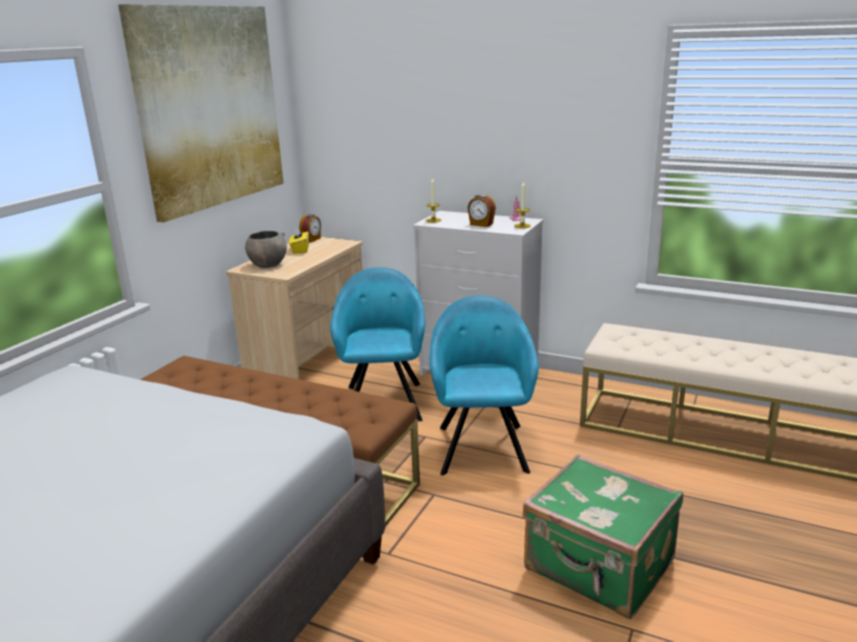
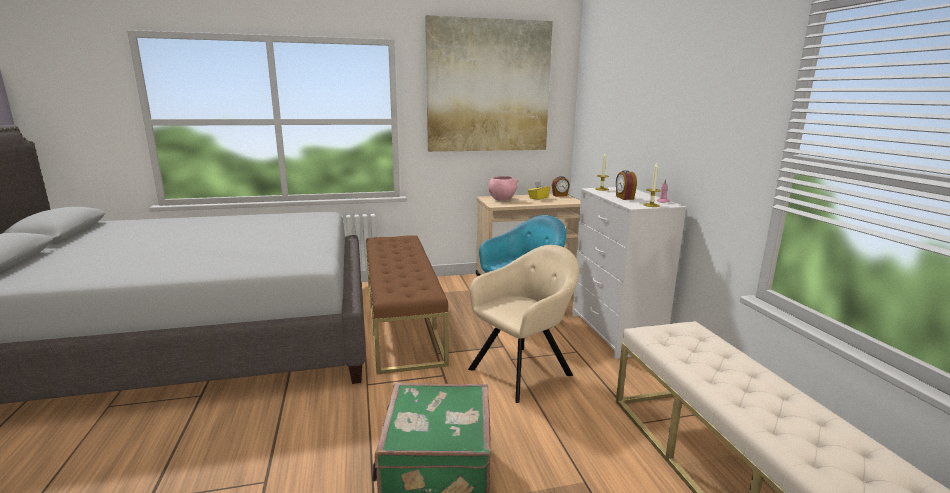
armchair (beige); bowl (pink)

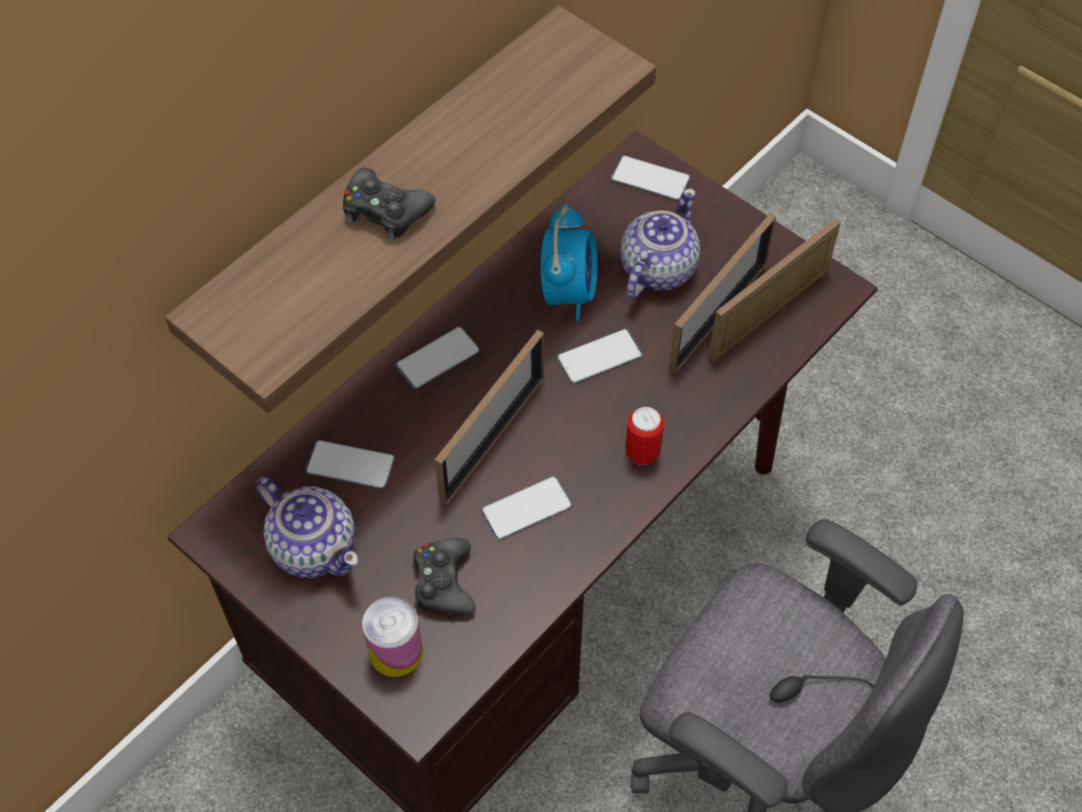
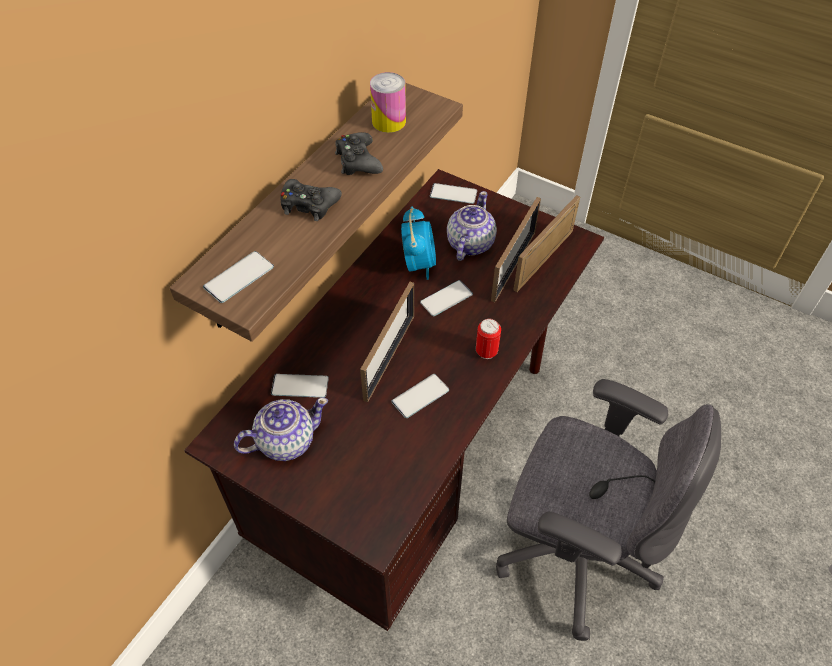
phone (1st from left); teapot (1st from left); game controller (black) (2nd from left); can (1st from left)

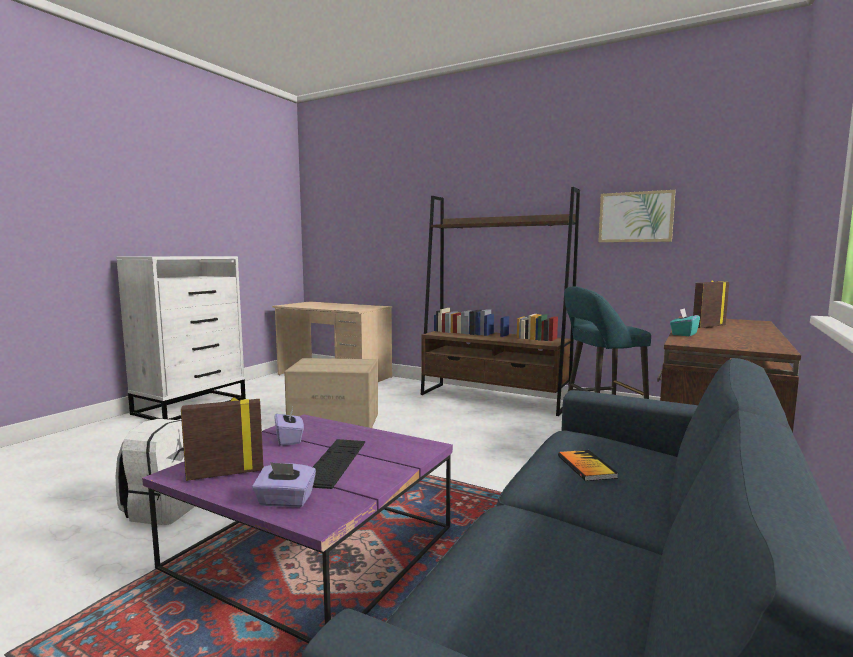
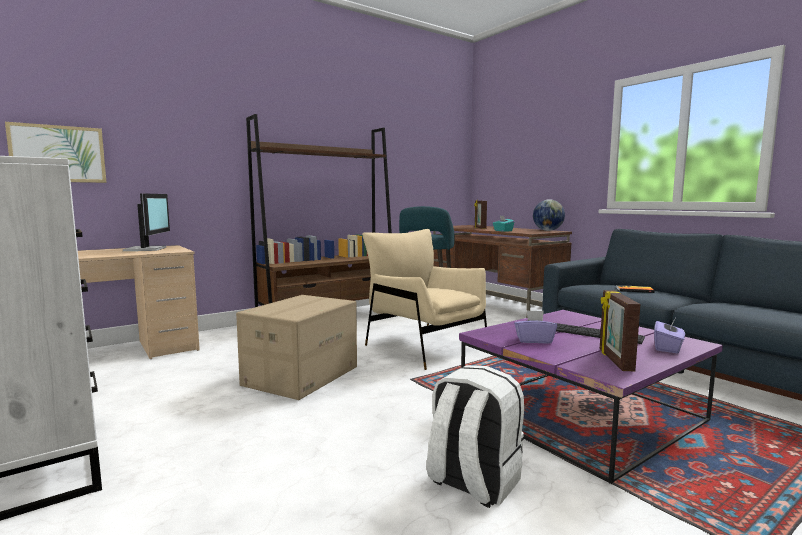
picture; monitor; armchair (beige); globe

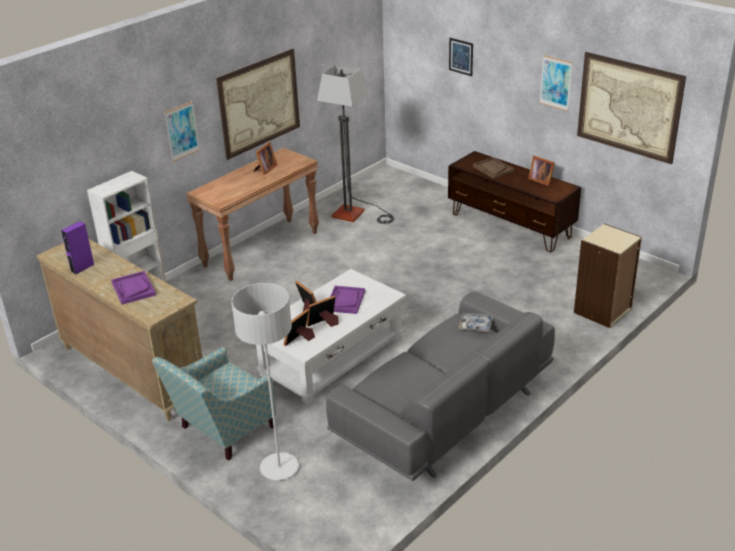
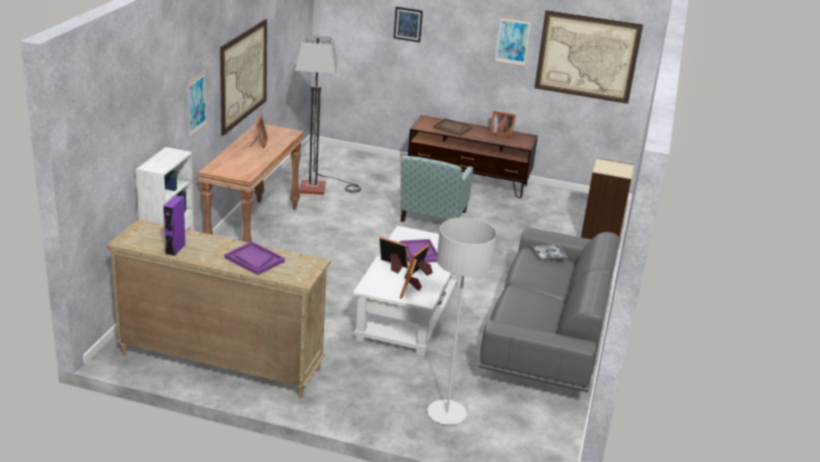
armchair

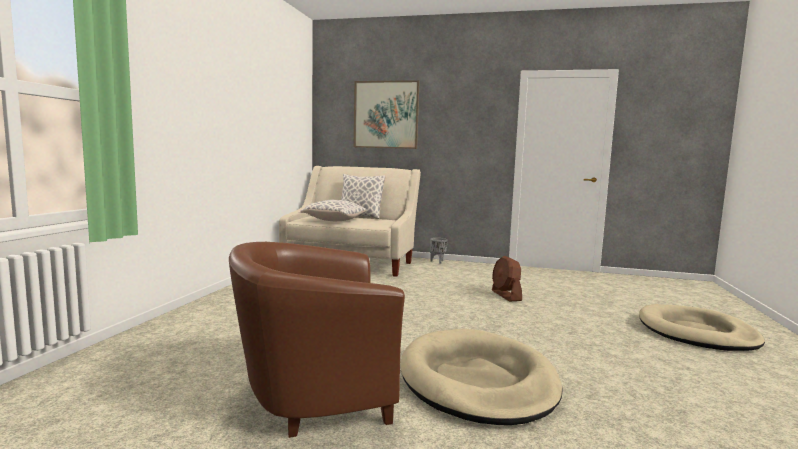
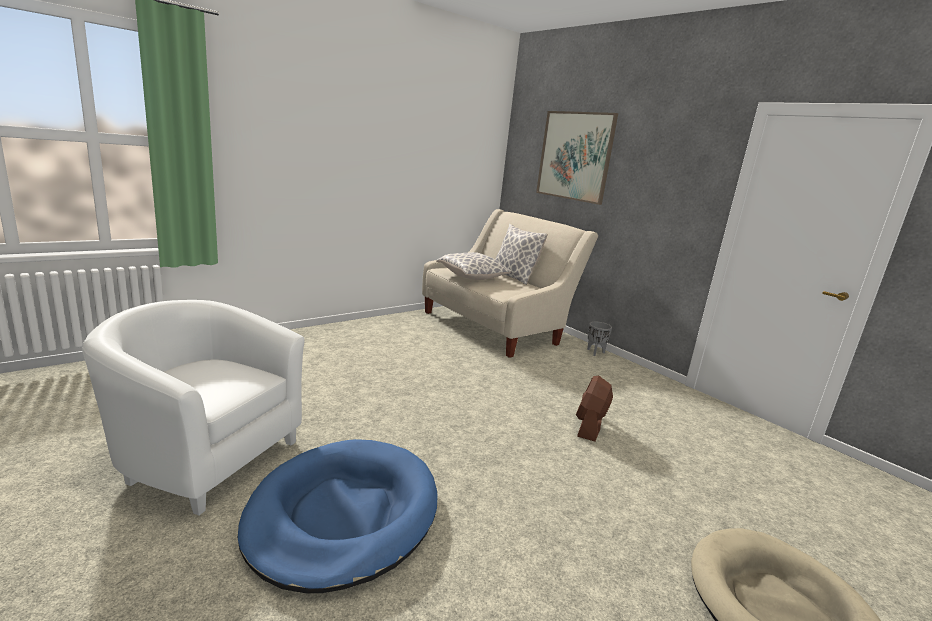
armchair (white); dog bed (blue)

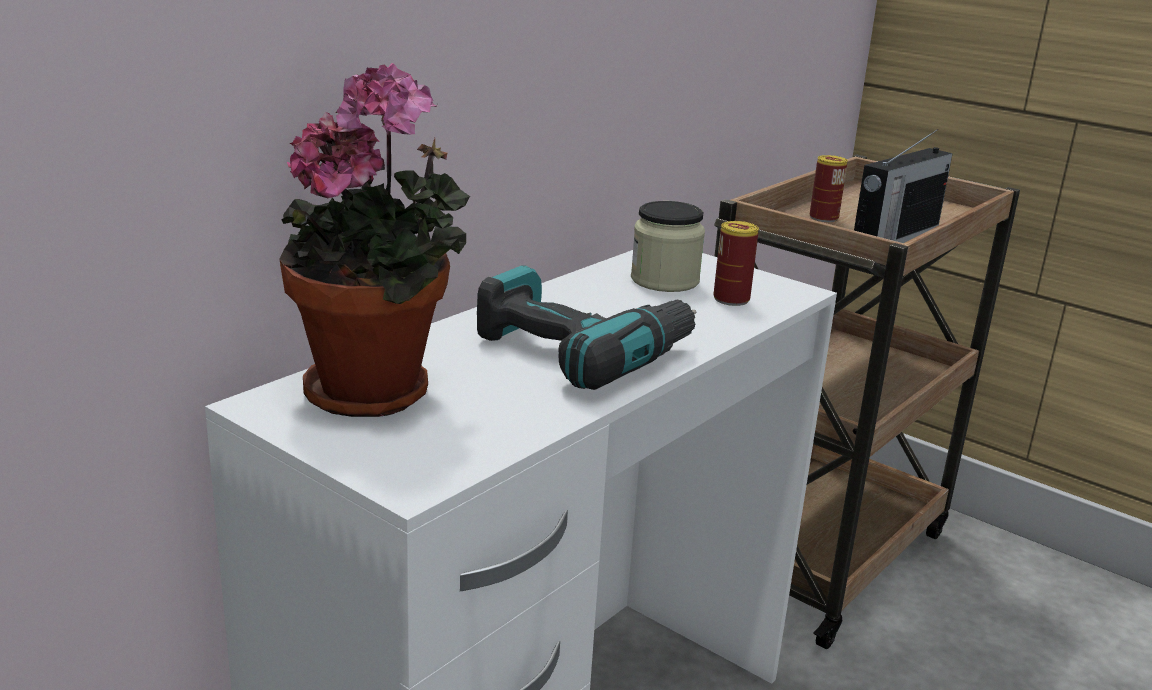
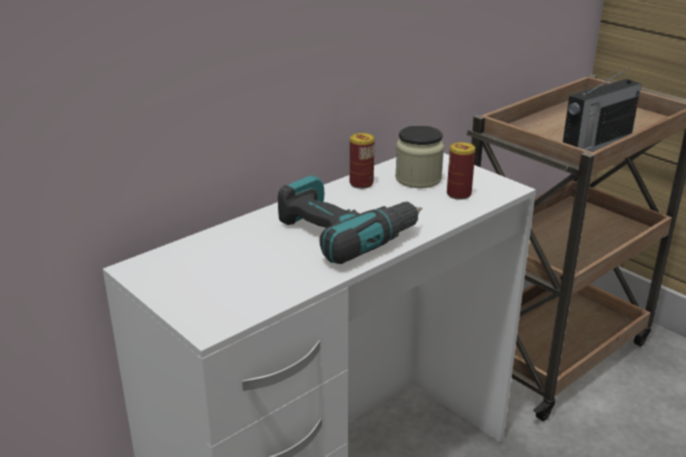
can (1st from left); potted plant

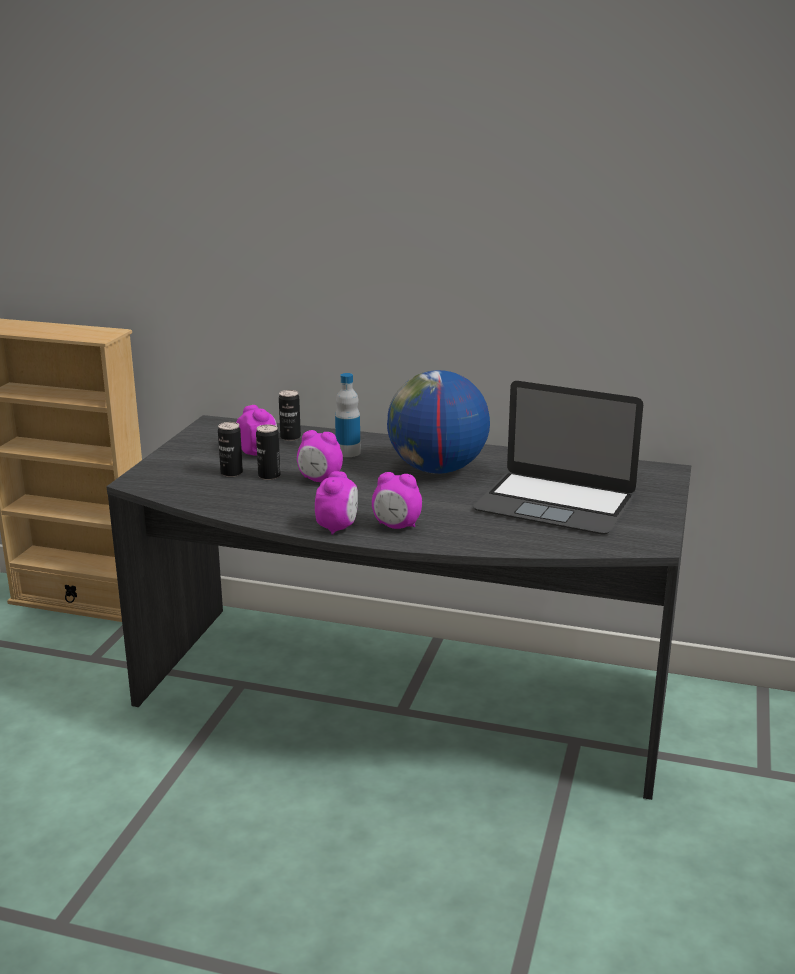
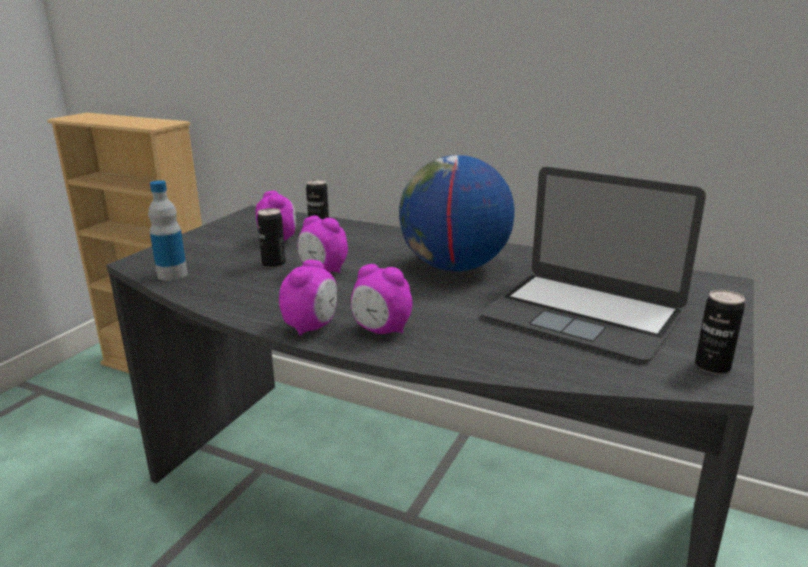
bottle; can (3rd from left)

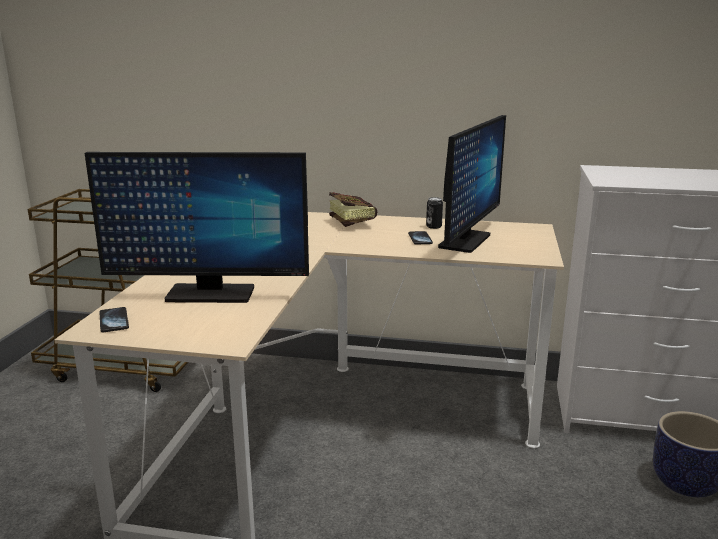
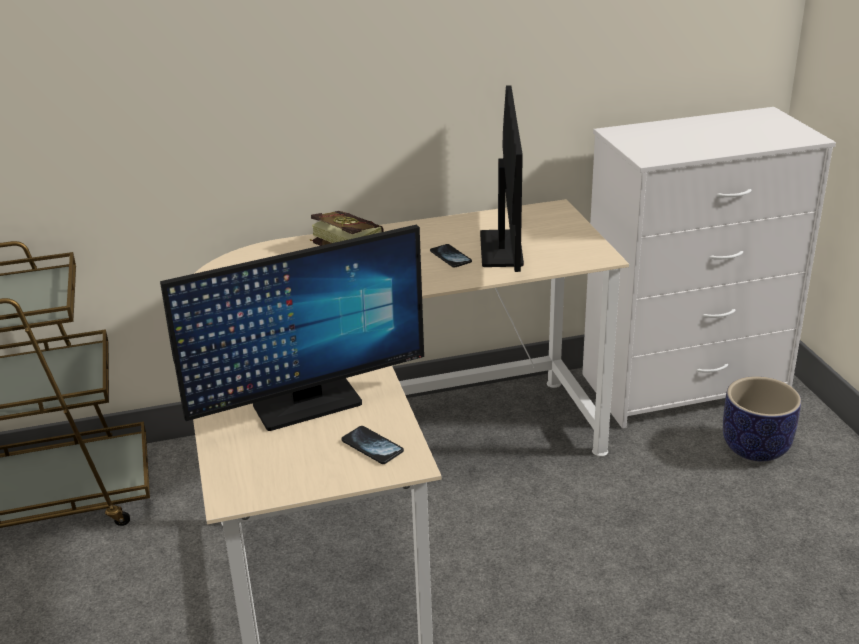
phone (1st from left); can

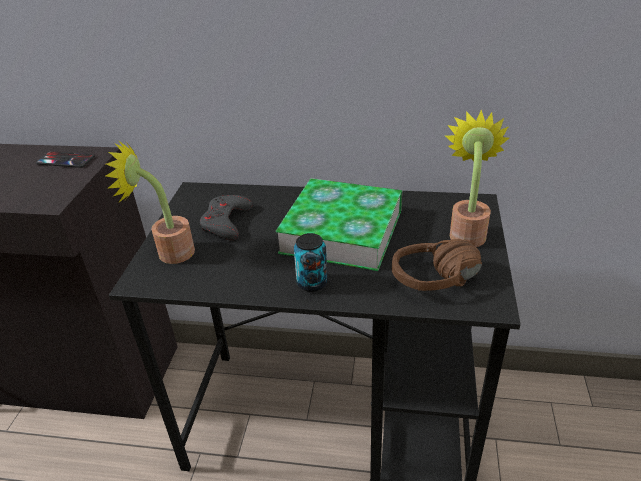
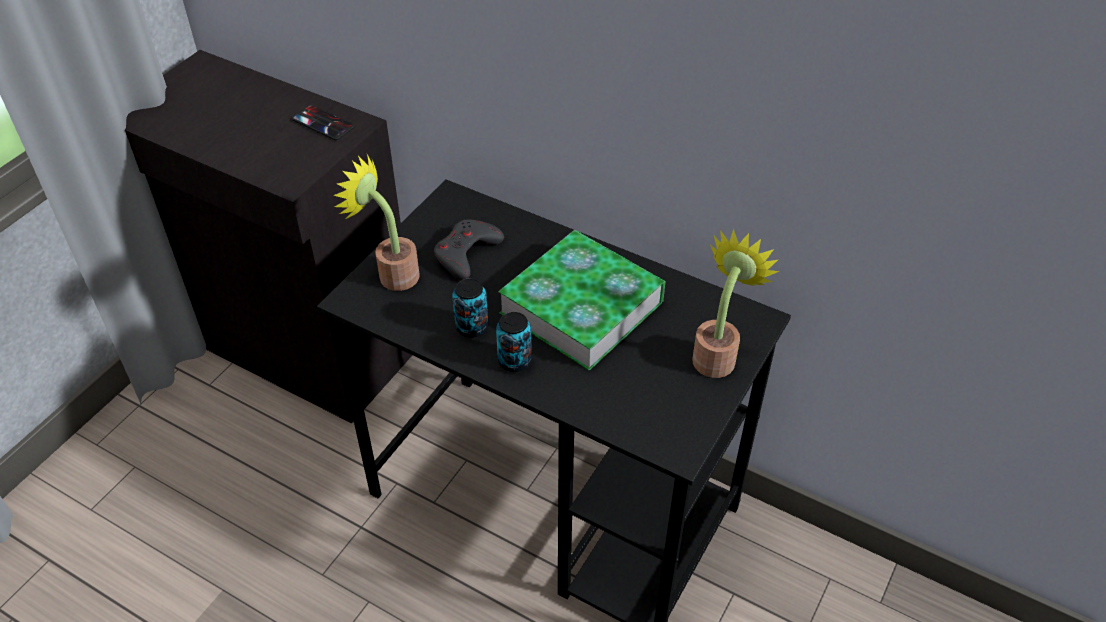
can (1st from left); headphones (brown)

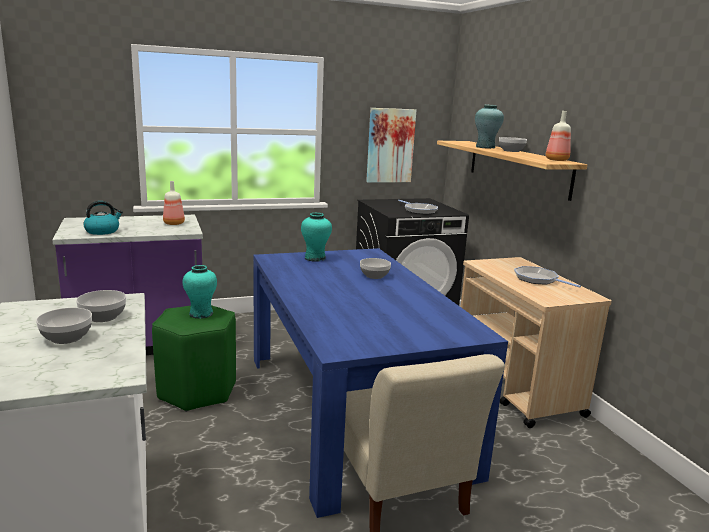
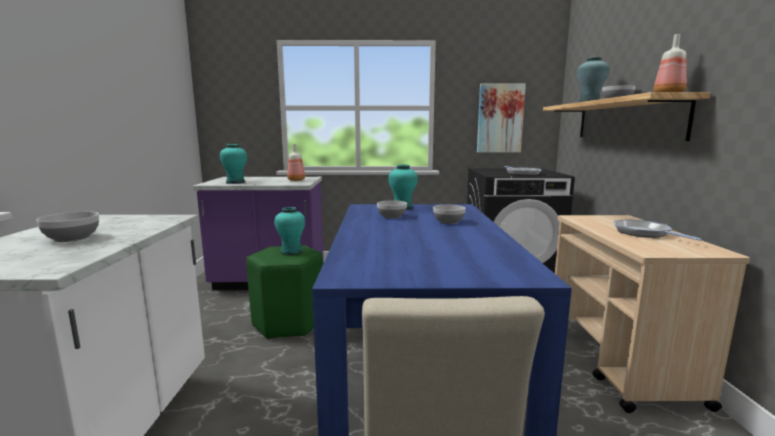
vase (turquoise) (1st from left); bowl (2nd from left)

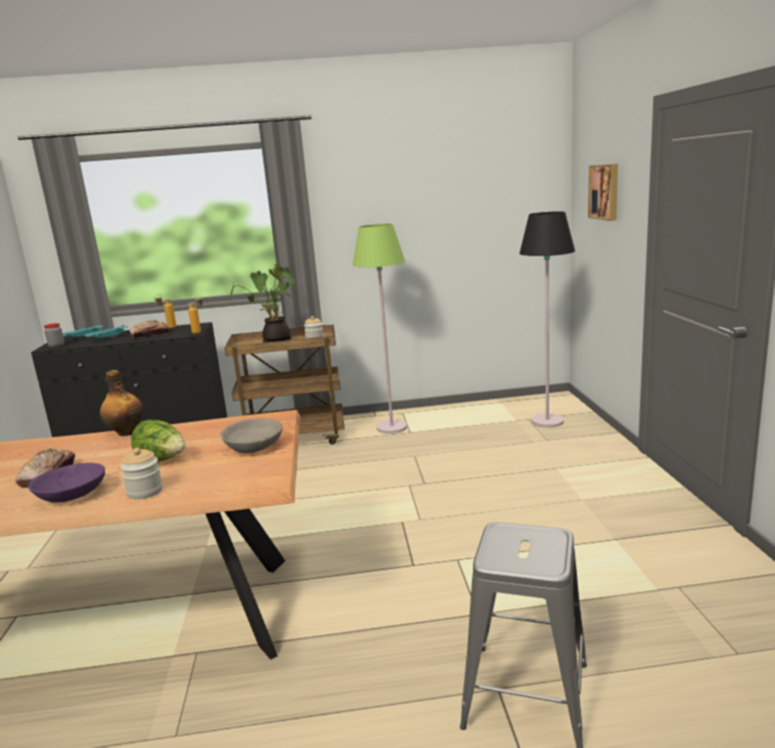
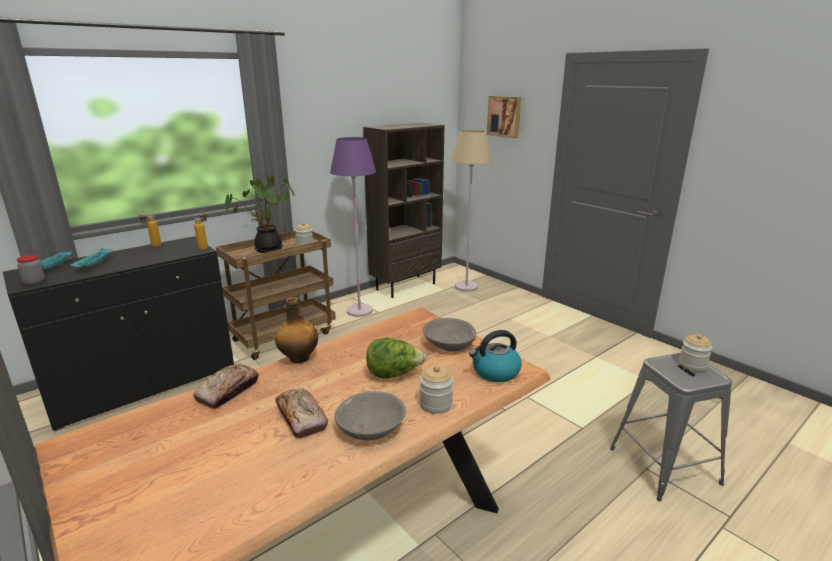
bread (1st from left); floor lamp (purple); bowl (grey) (1st from left); bookcase (brown); floor lamp (beige); kettle; jar (4th from left)

